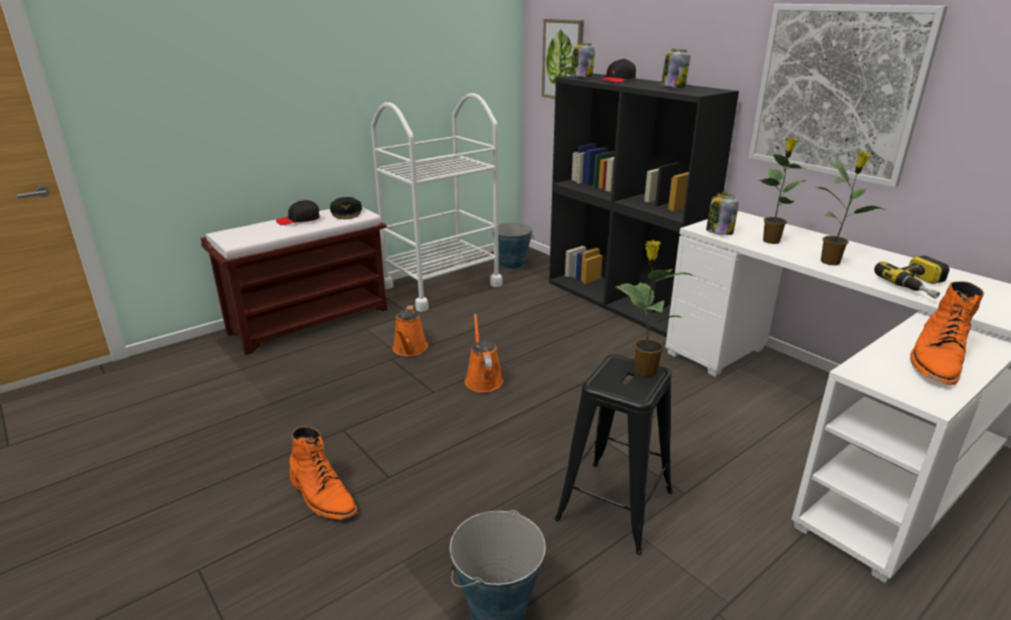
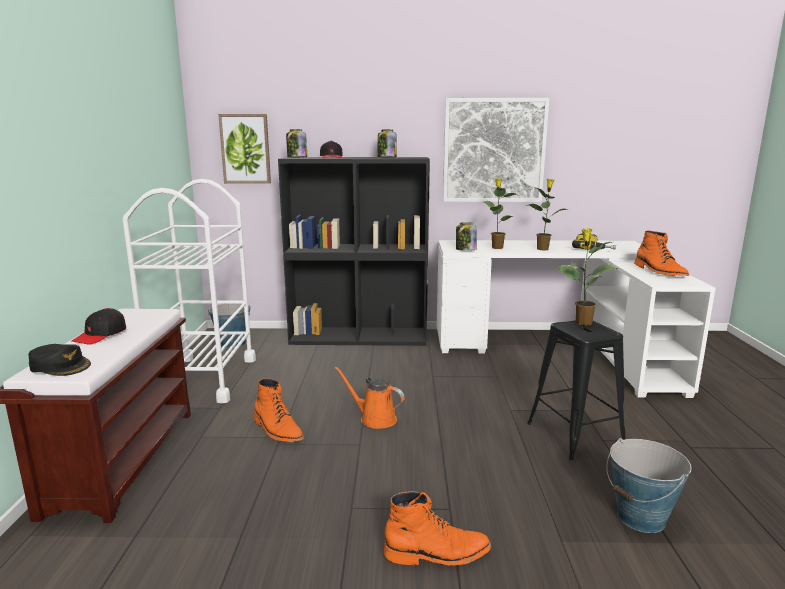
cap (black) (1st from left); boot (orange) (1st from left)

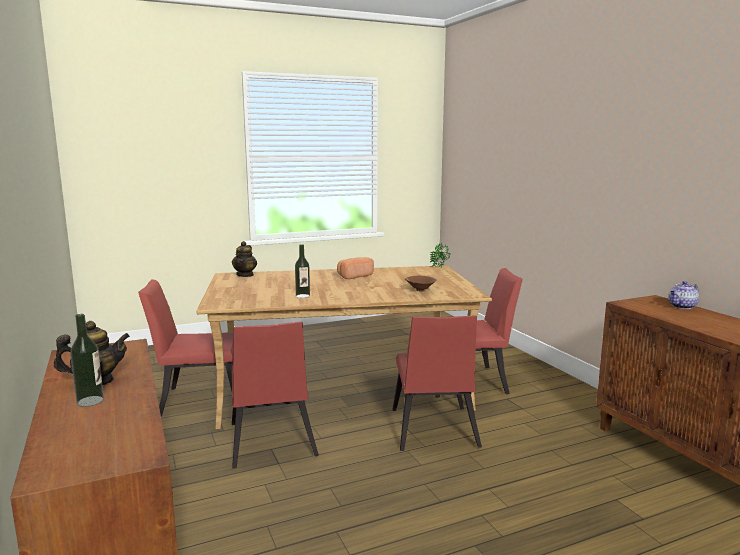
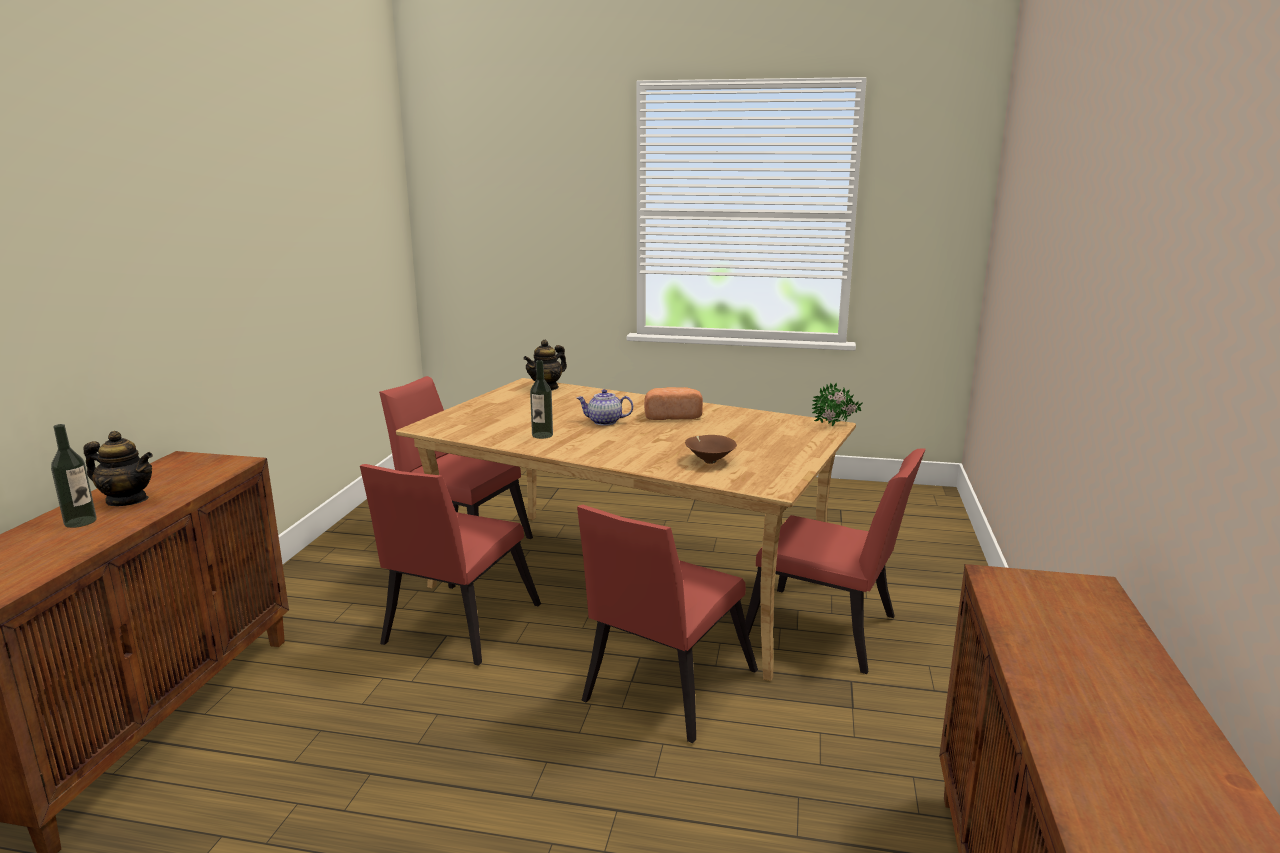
teapot (3rd from left)

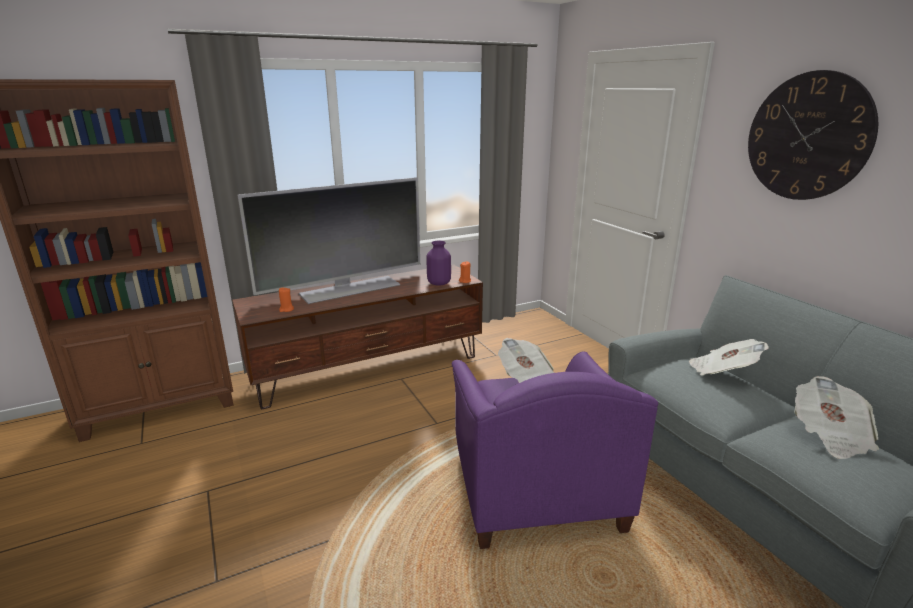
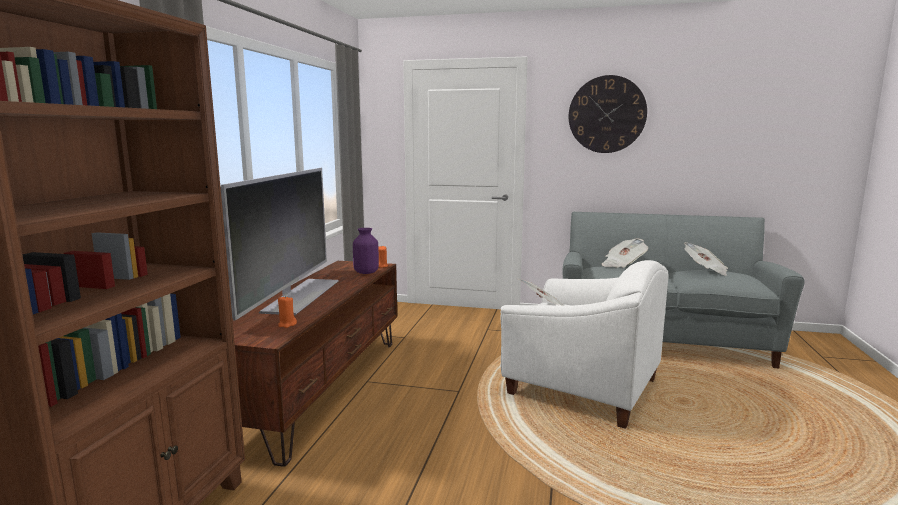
armchair (white)

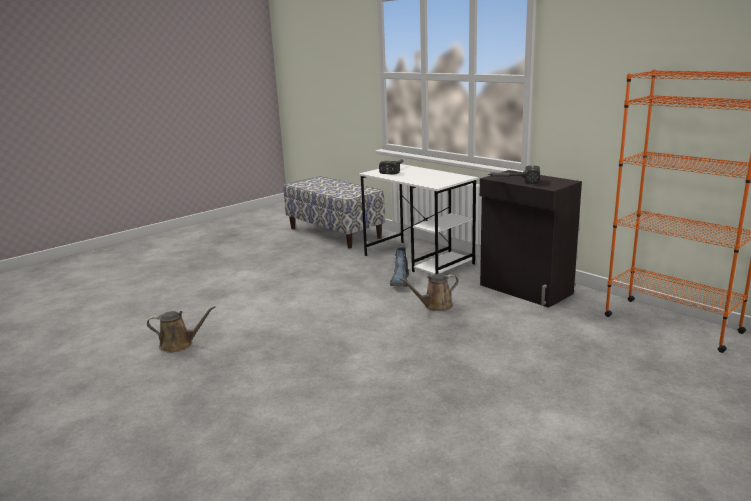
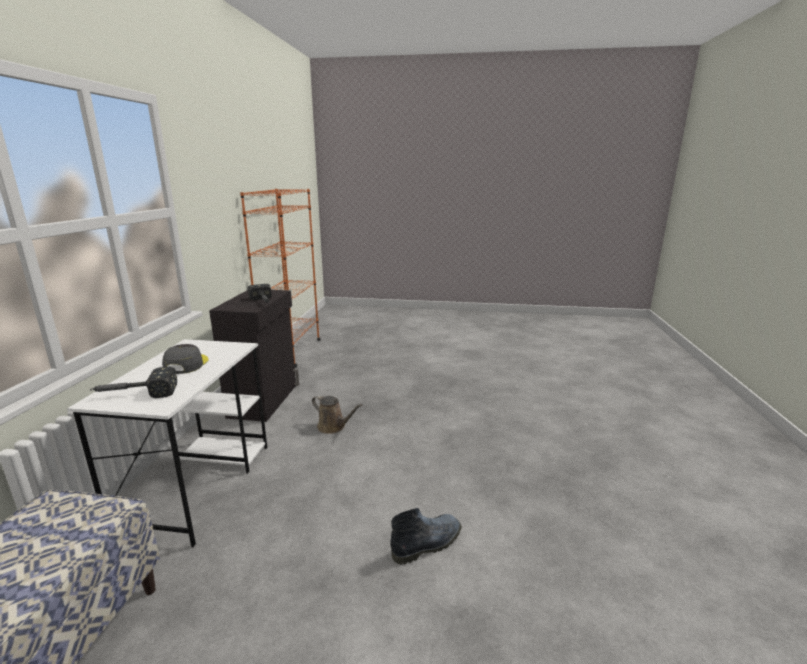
cap (grey); boot; watering can (brown) (1st from left in the first image)

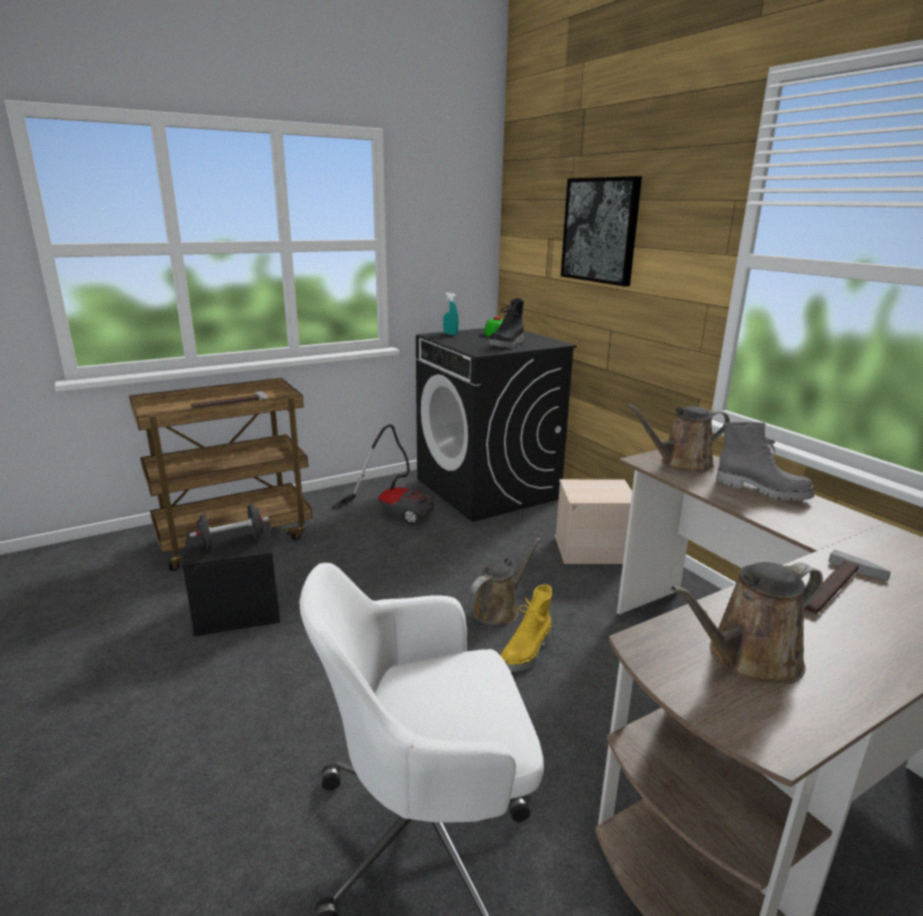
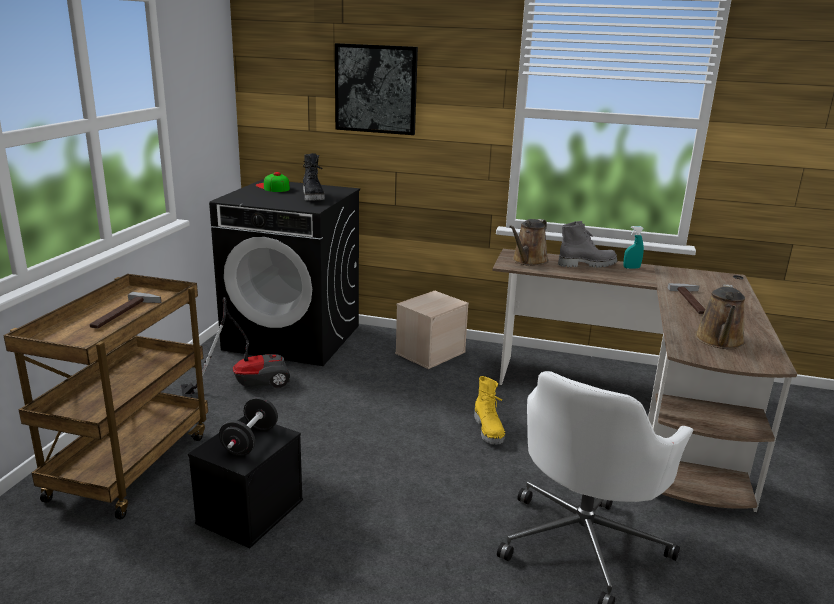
spray bottle (turquoise); watering can (brown) (1st from left in the first image)

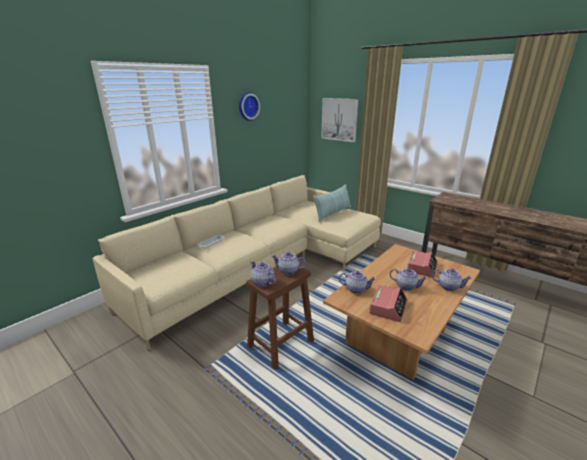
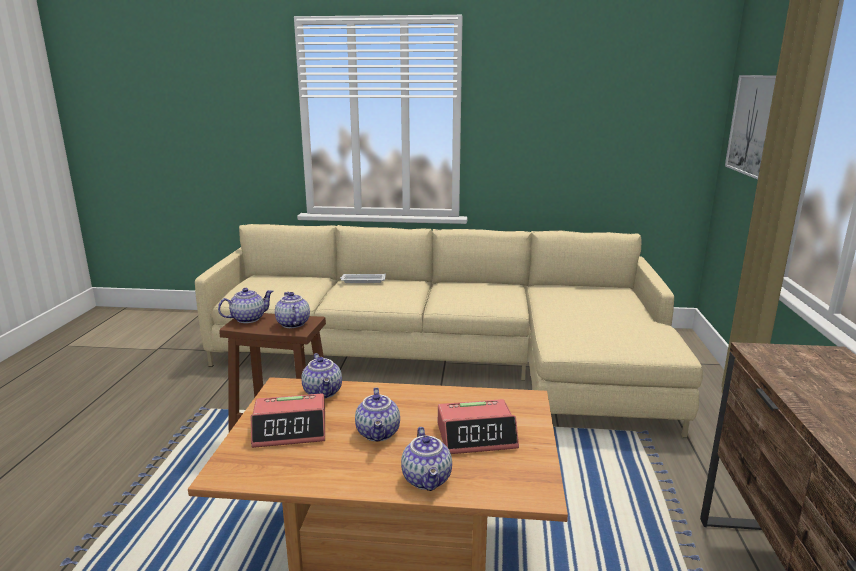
teapot (1st from left); wall clock; pillow

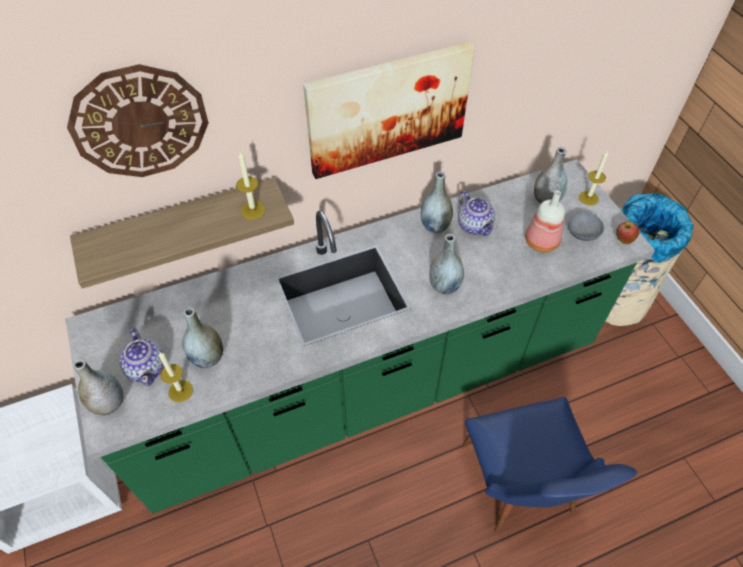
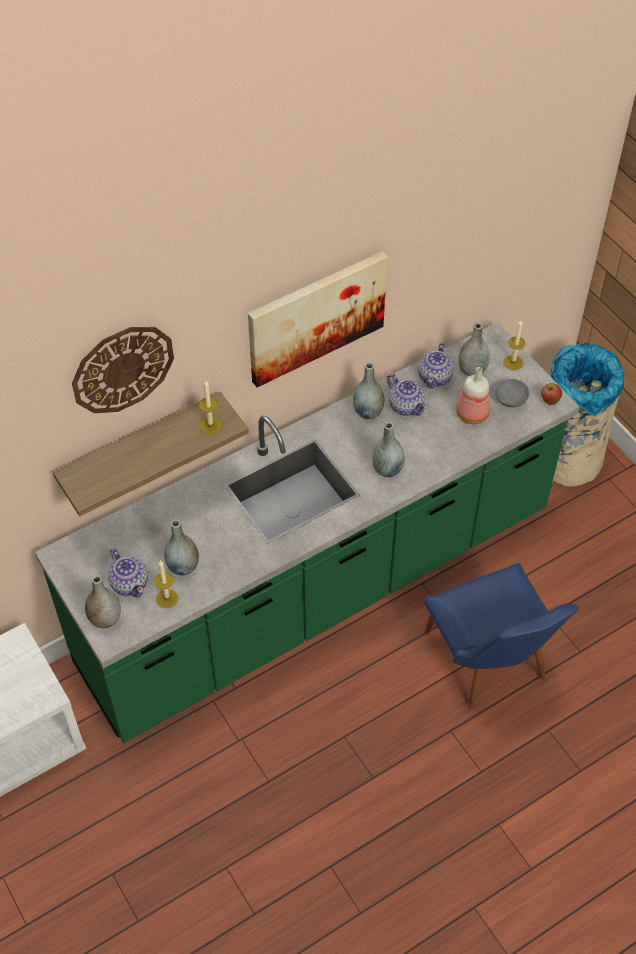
teapot (3rd from left)

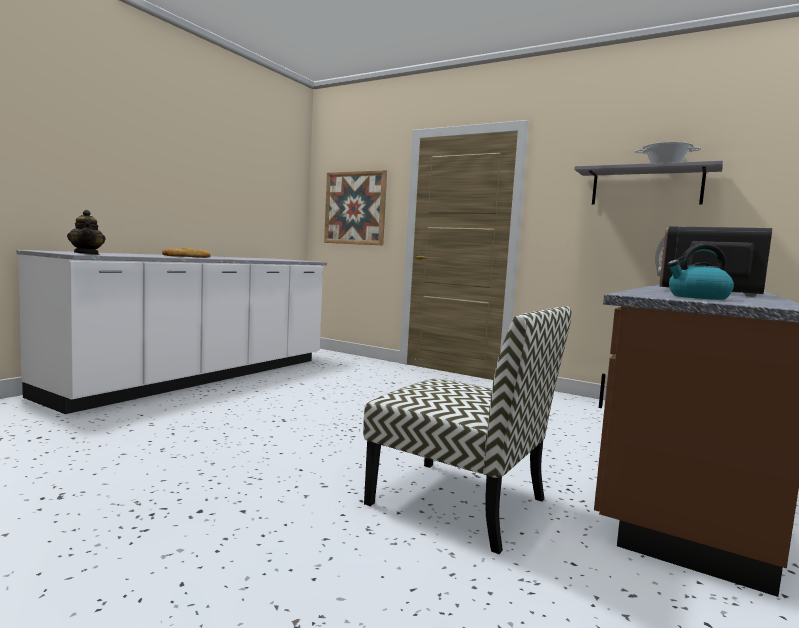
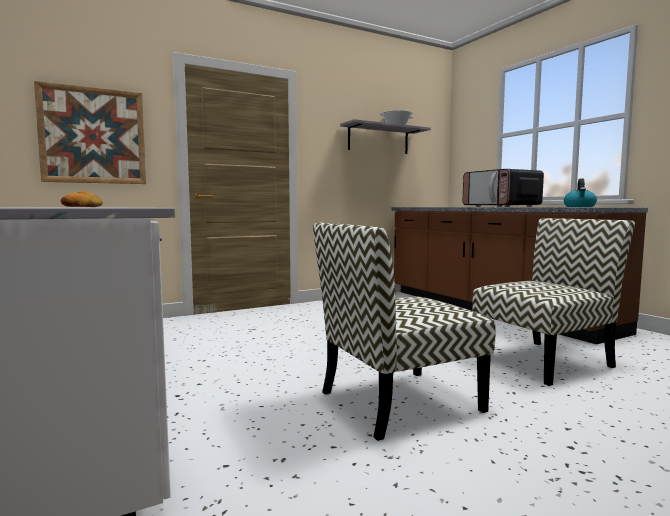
chair (1st from left); teapot

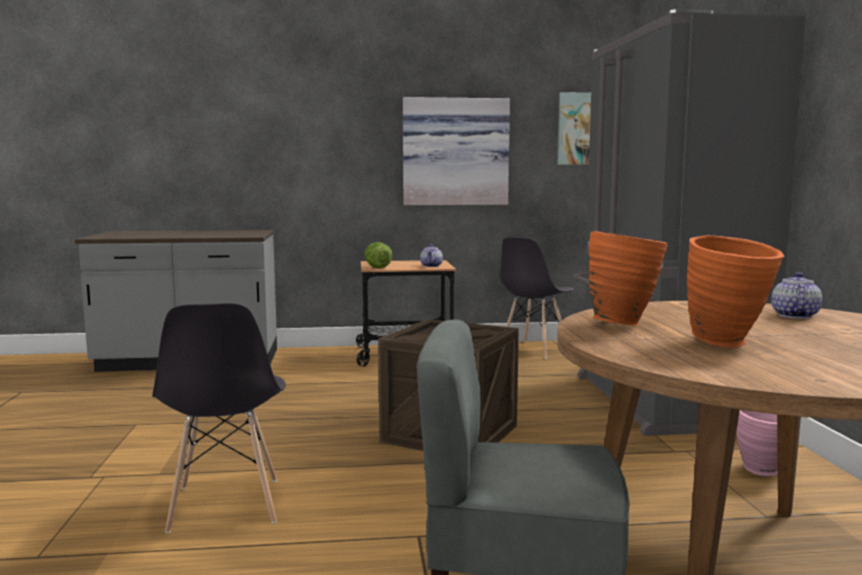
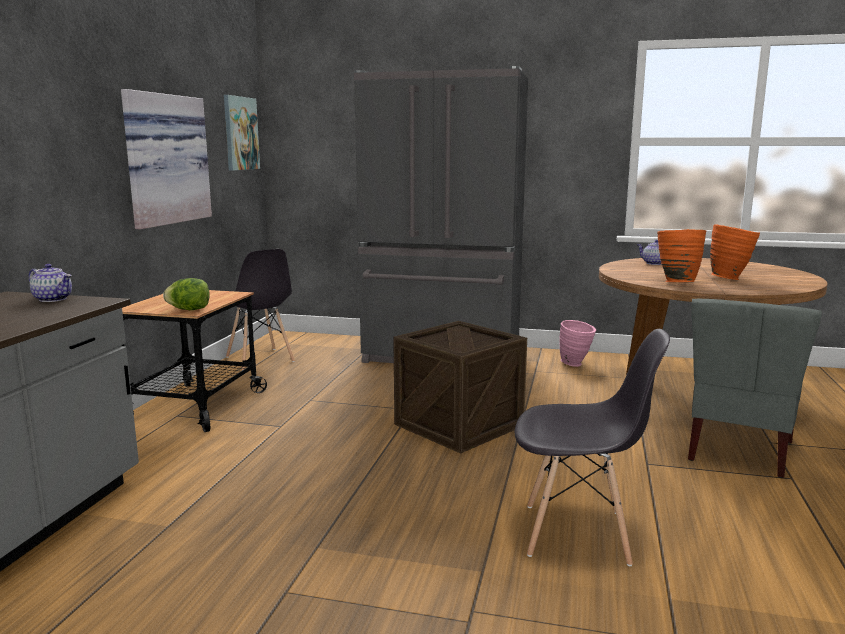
teapot (1st from left)

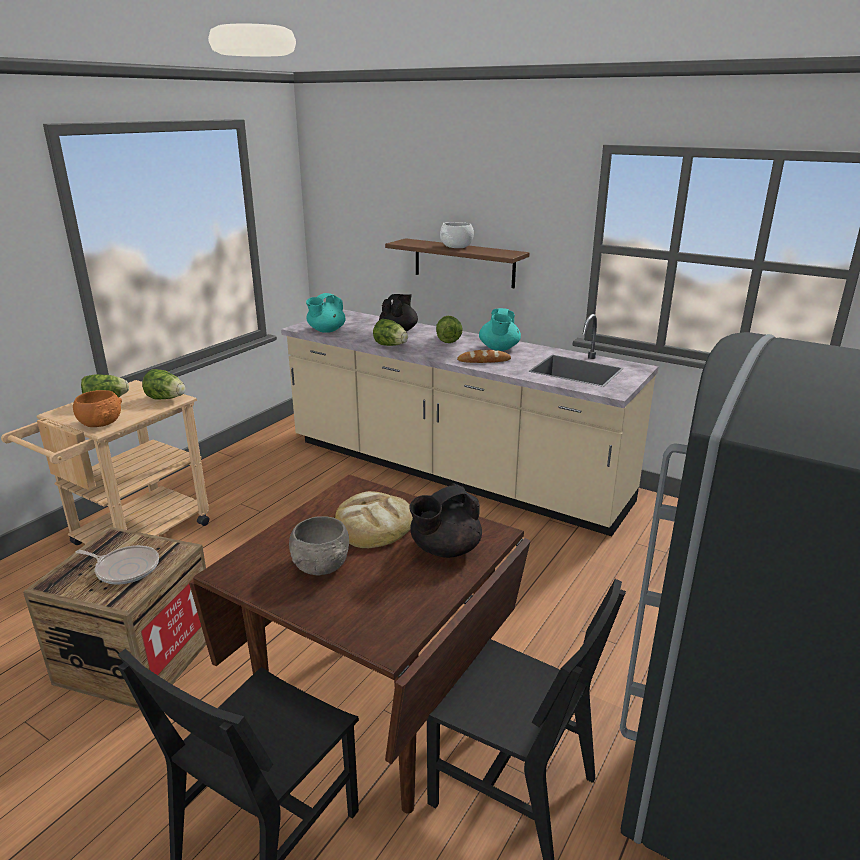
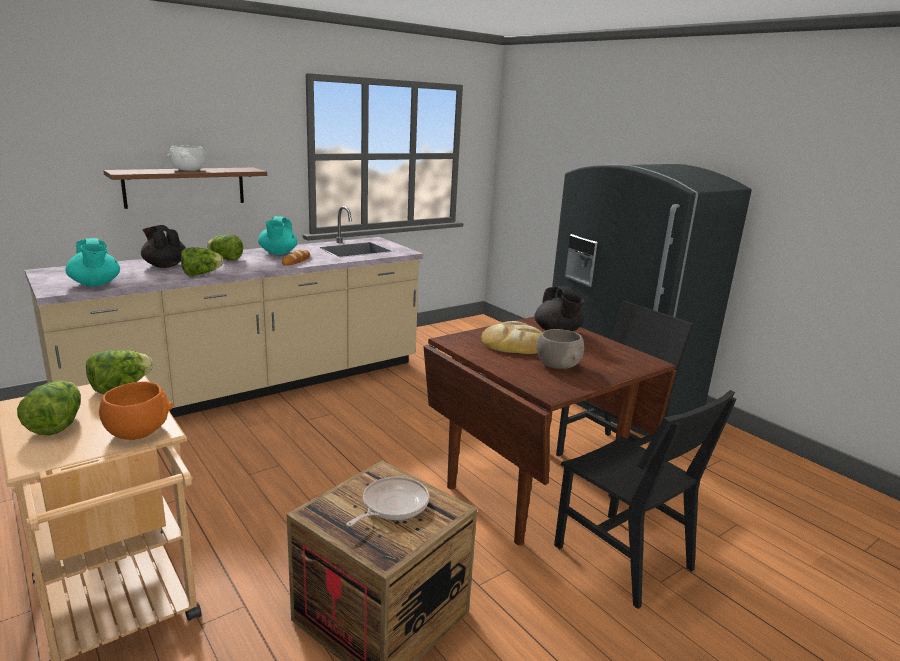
teapot (turquoise) (2nd from left)

